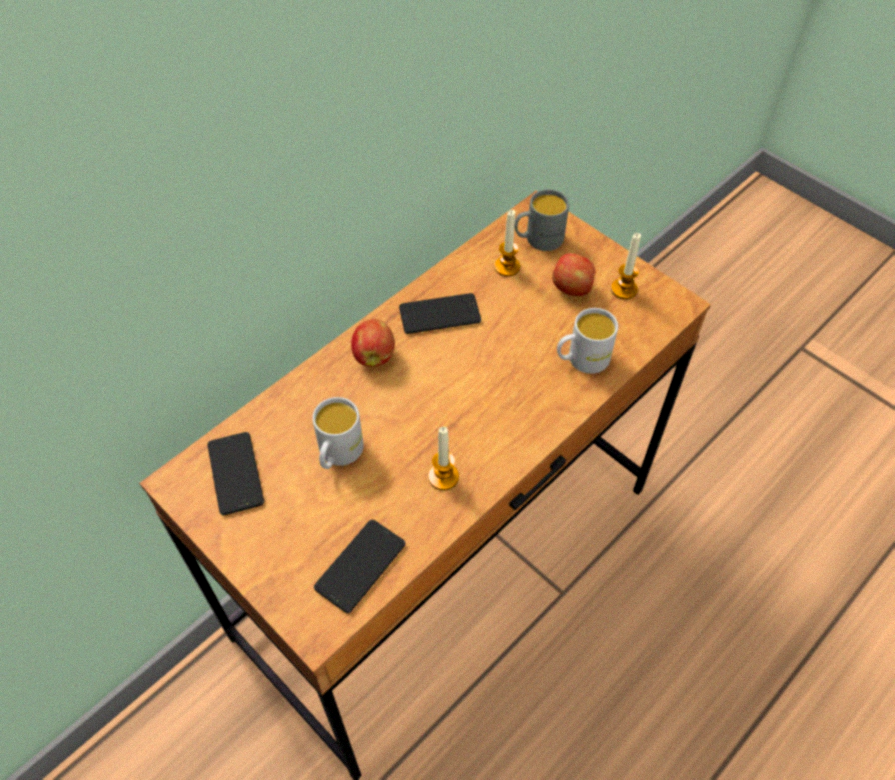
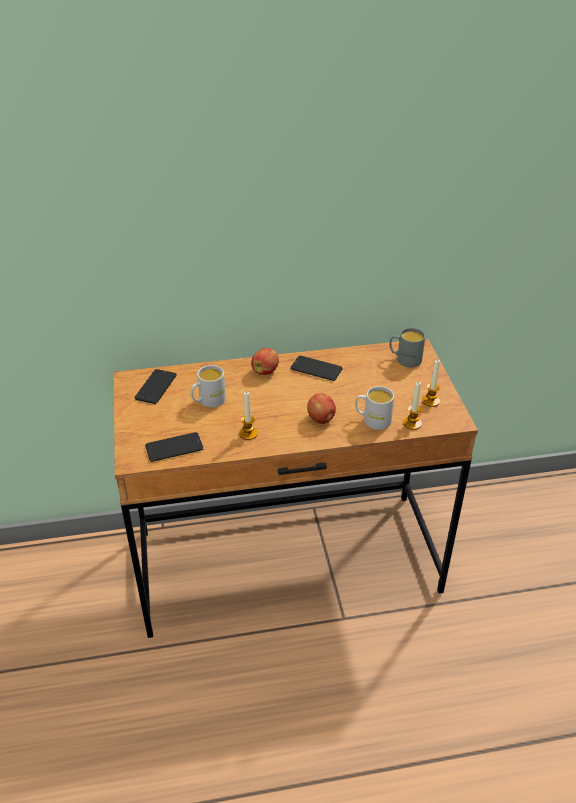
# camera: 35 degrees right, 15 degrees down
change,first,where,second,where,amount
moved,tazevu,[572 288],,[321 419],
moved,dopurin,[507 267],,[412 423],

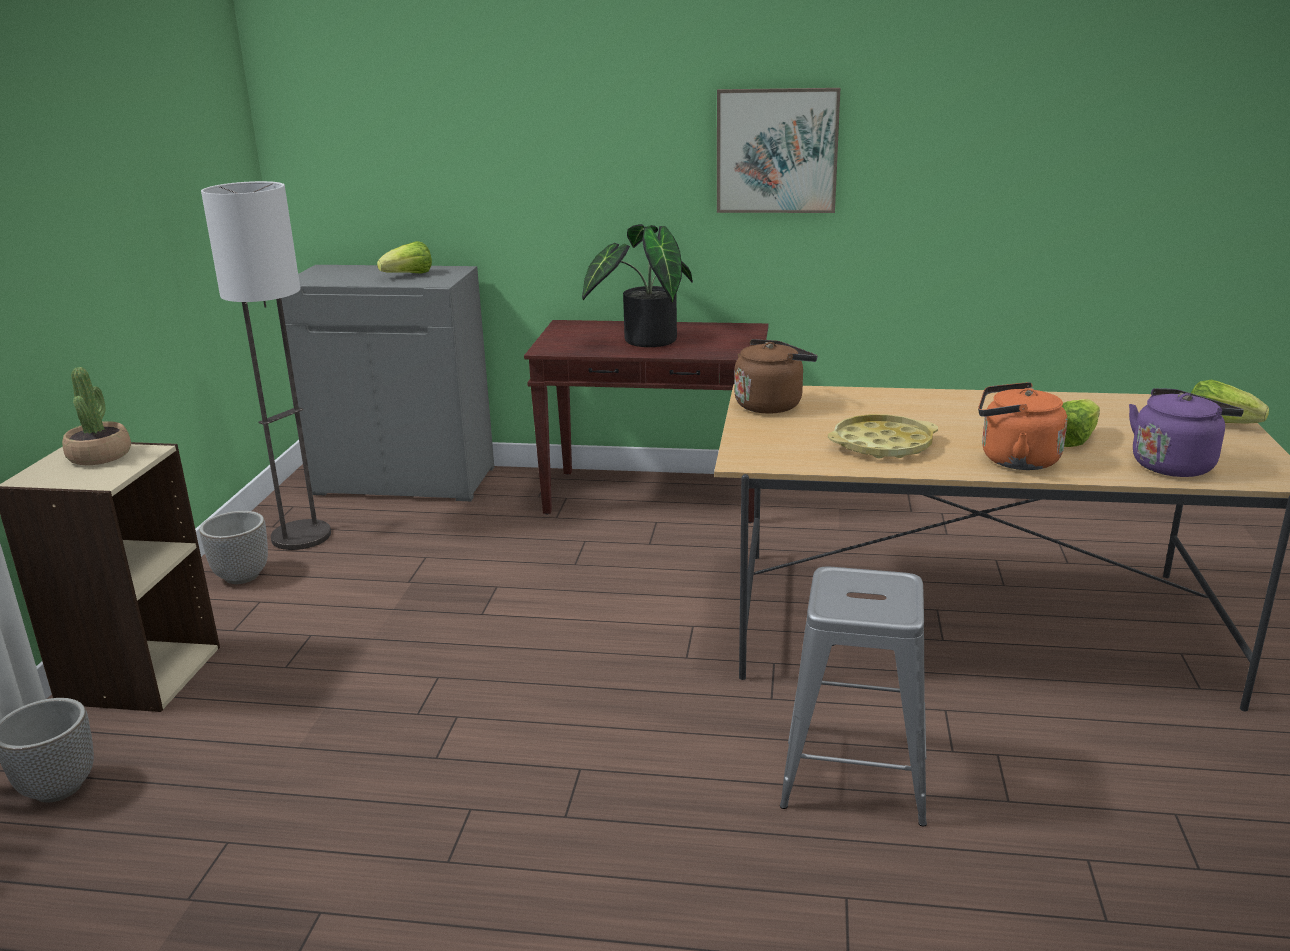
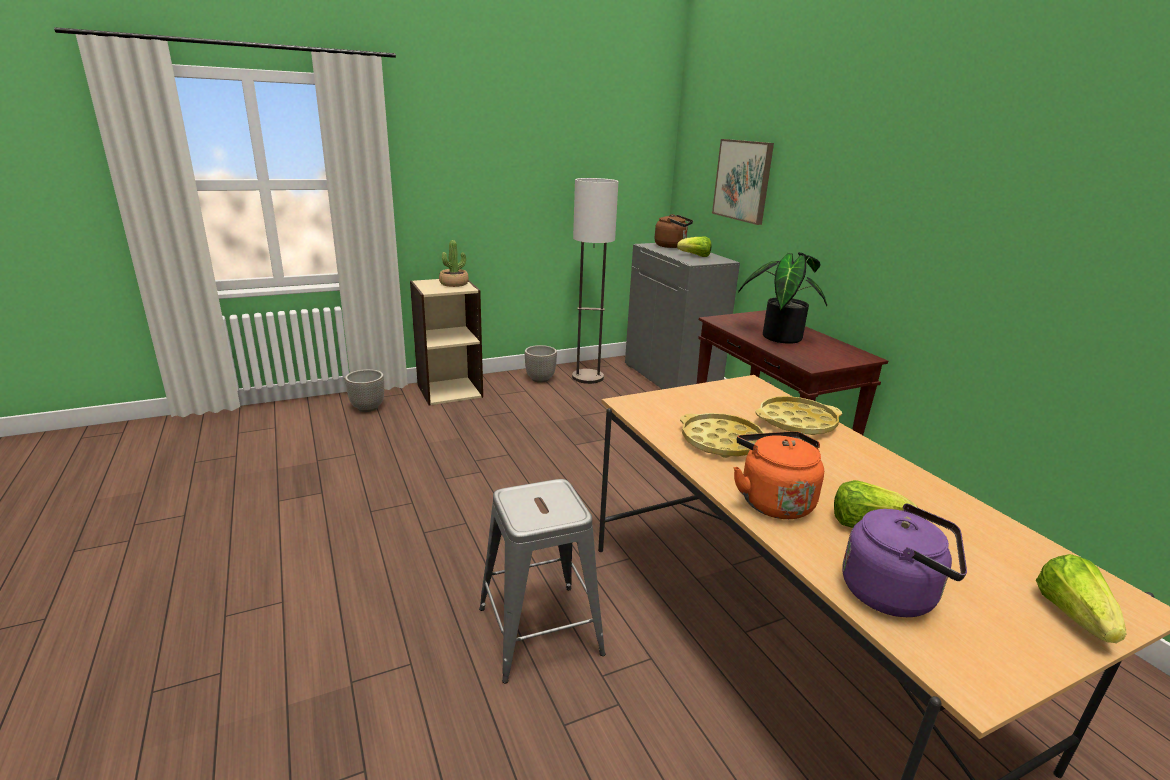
# camera: 55 degrees right, 0 degrees up
change,first,where,second,where,amount
moved,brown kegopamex,[771 404],,[672 246],
moved,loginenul,[777 151],,[743 180],
added,,,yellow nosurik,[796 422],

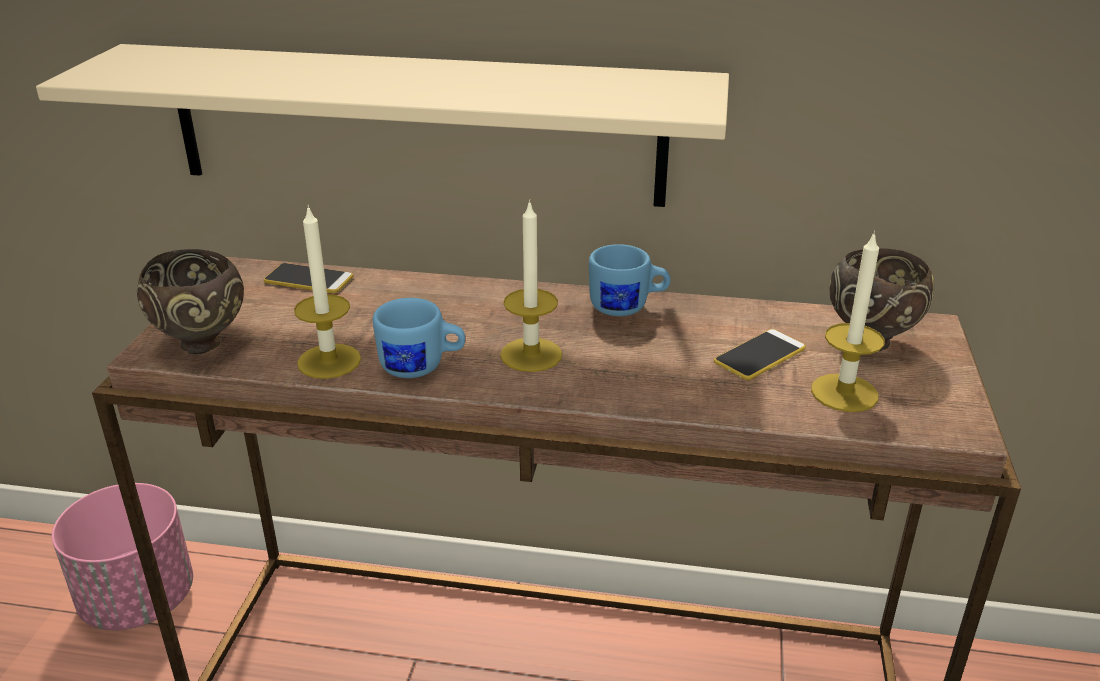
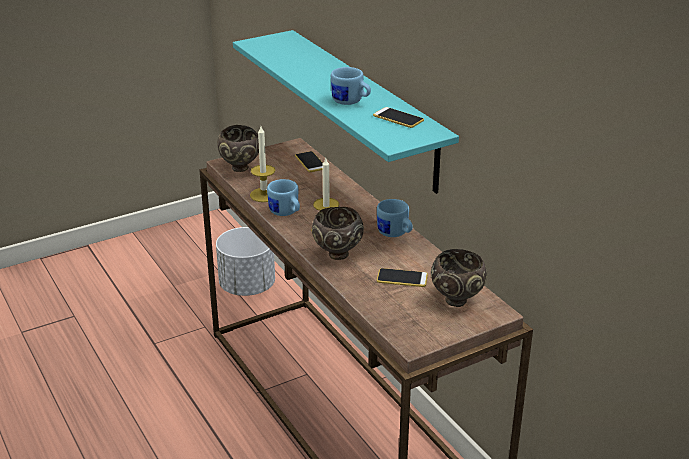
# camera: 50 degrees right, 0 degrees up
change,first,where,second,where,amount
recoloured,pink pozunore,[139 600],white pozunore,[247 287],
recoloured,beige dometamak,[416 125],turquoise dometamak,[365 108],
added,,,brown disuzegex,[337 255],
added,,,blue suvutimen,[351 102],
added,,,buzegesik,[398 118],
removed,dopurin,[844 393],,,

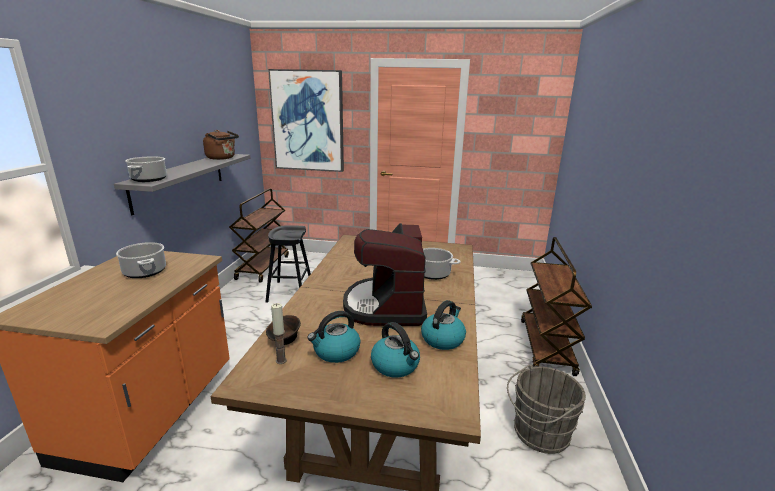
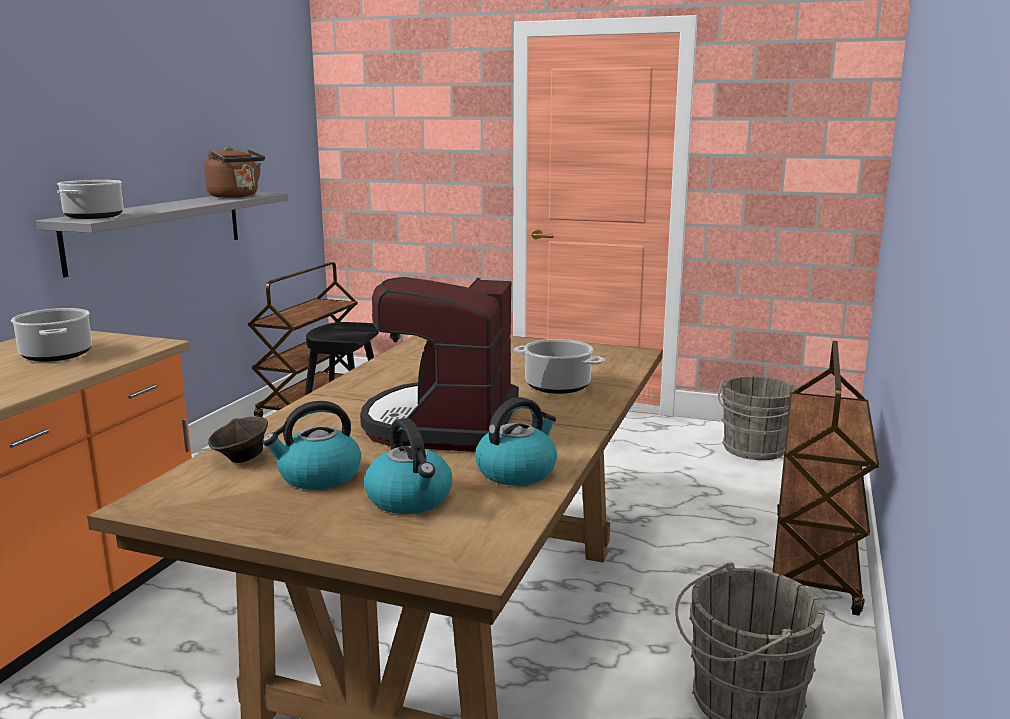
# camera: 10 degrees right, 5 degrees down
change,first,where,second,where,amount
added,,,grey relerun,[753 450],
removed,loginenul,[308 121],,,
removed,dopurin,[281 360],,,

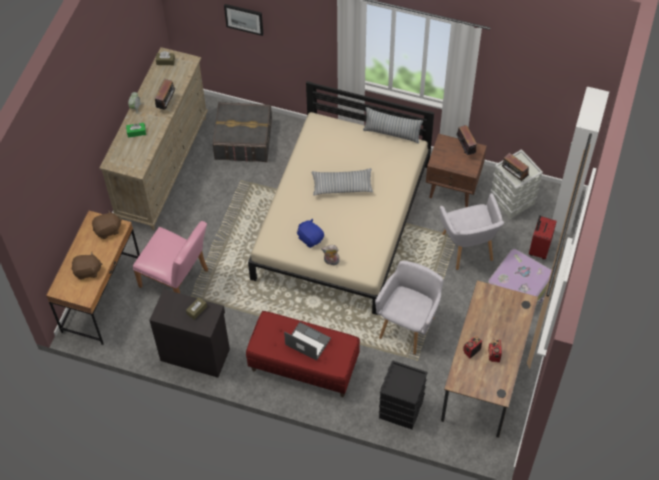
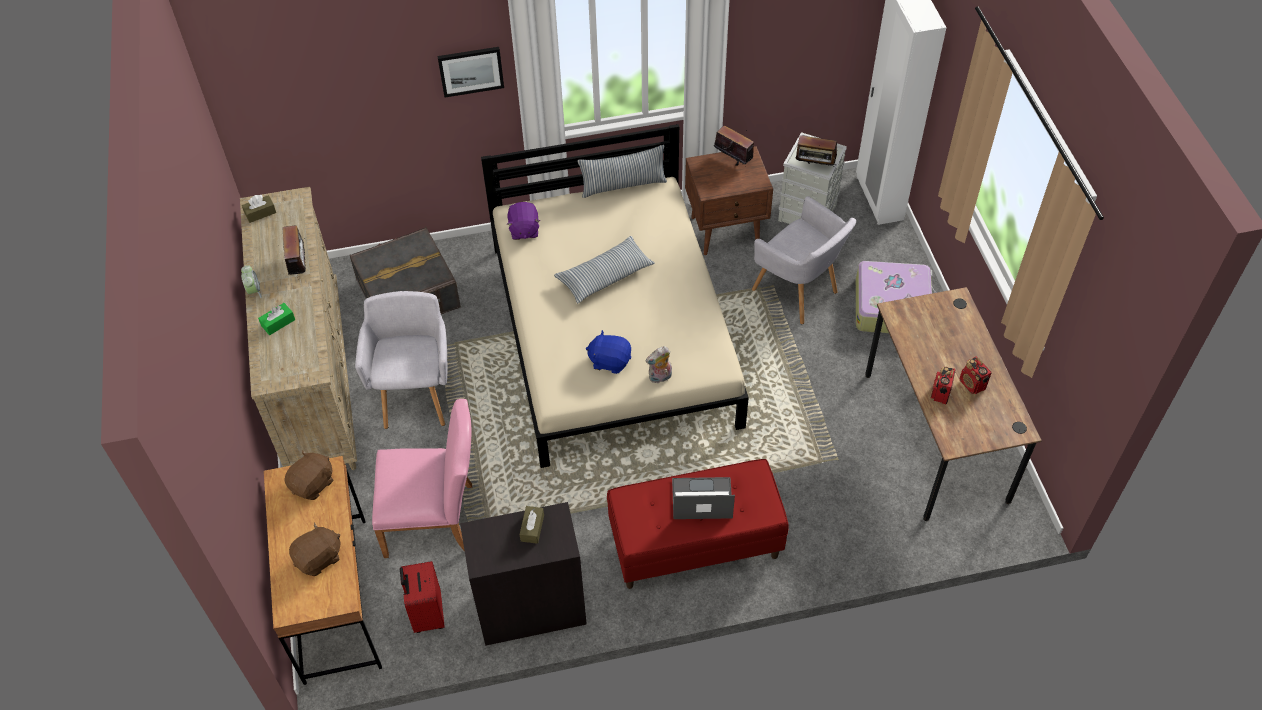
# camera: 30 degrees left, 5 degrees down
change,first,where,second,where,amount
moved,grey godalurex,[408 325],,[416 394],
moved,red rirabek,[538 249],,[427 614],
moved,loginenul,[244 19],,[471 71],
added,,,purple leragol,[524 230],
removed,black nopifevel,[400 409],,,

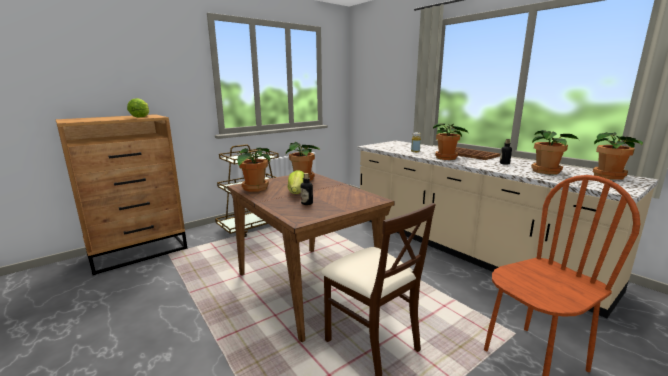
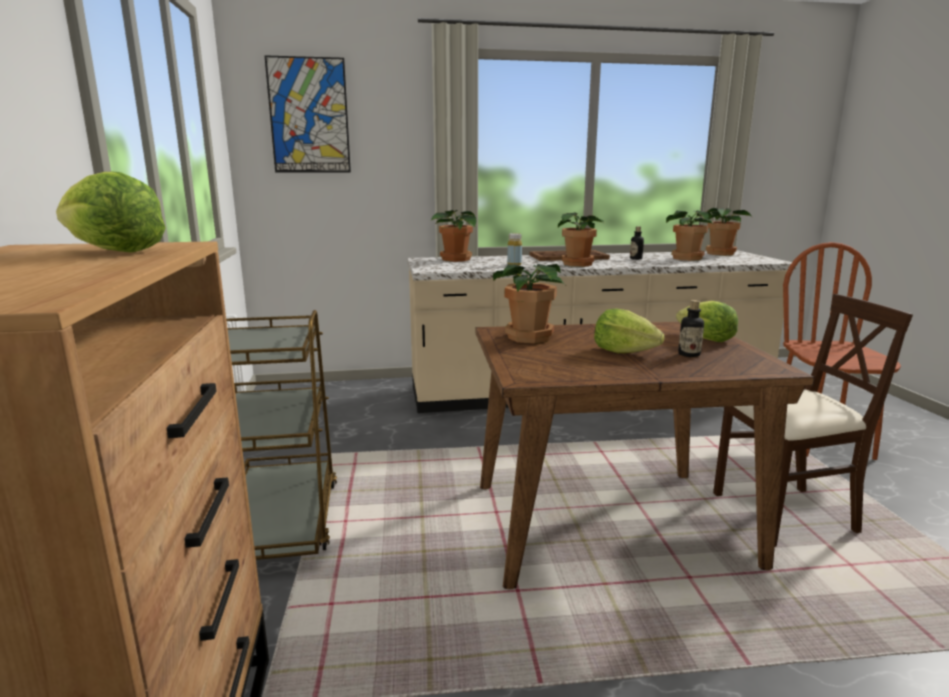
# camera: 60 degrees left, 0 degrees up
change,first,where,second,where,amount
added,,,loginenul,[309 116],
moved,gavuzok,[254 188],,[456 259],
added,,,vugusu,[705 339],

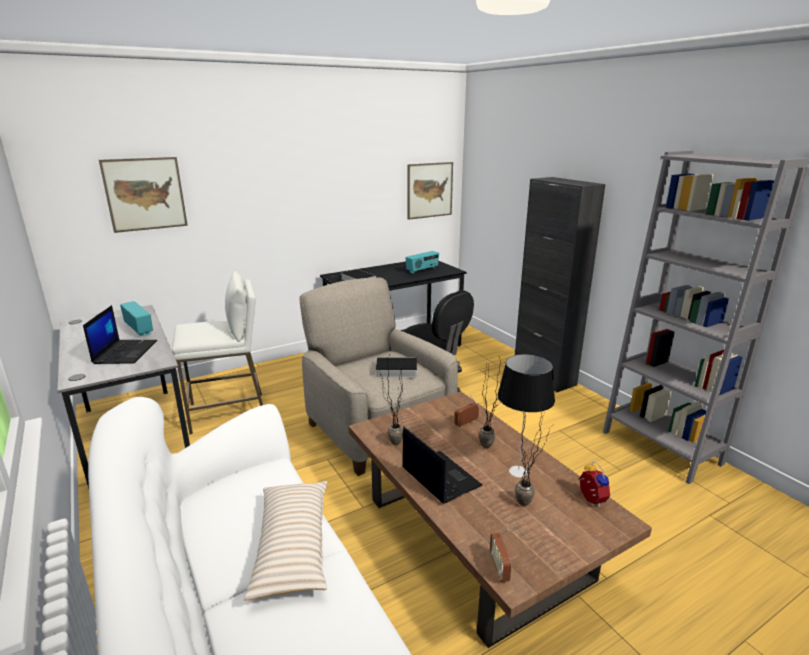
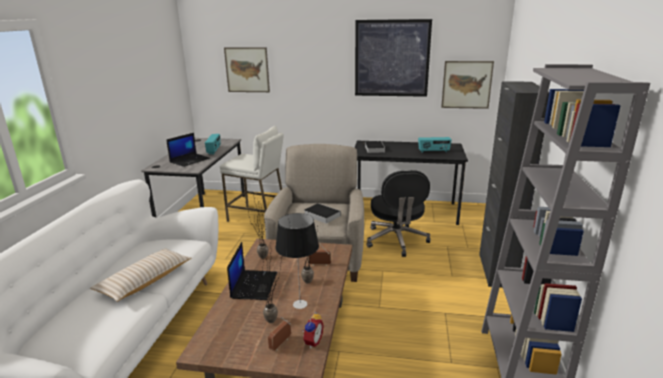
# camera: 40 degrees right, 0 degrees up
change,first,where,second,where,amount
moved,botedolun,[499 568],,[280 344],
added,,,loginenul,[392 58],

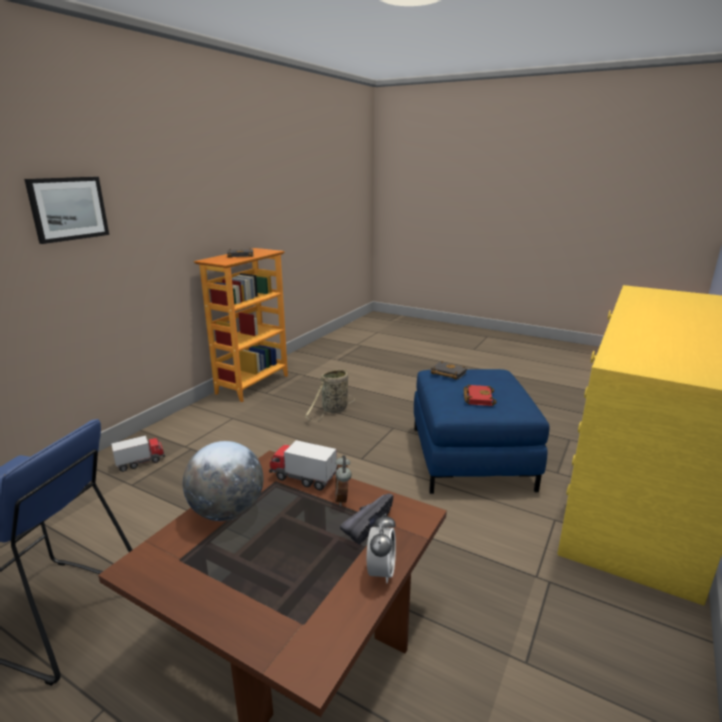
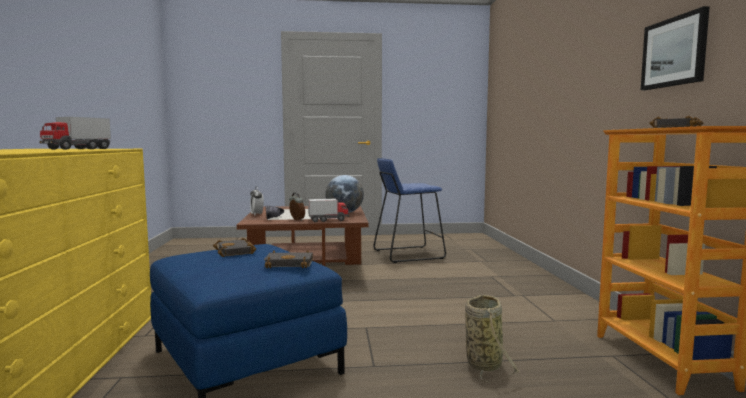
# camera: 145 degrees right, 15 degrees down
change,first,where,second,where,amount
moved,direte,[140 462],,[77 149],
recoloured,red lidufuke,[477 398],black lidufuke,[236 252],
moved,loginenul,[68 208],,[674 52],

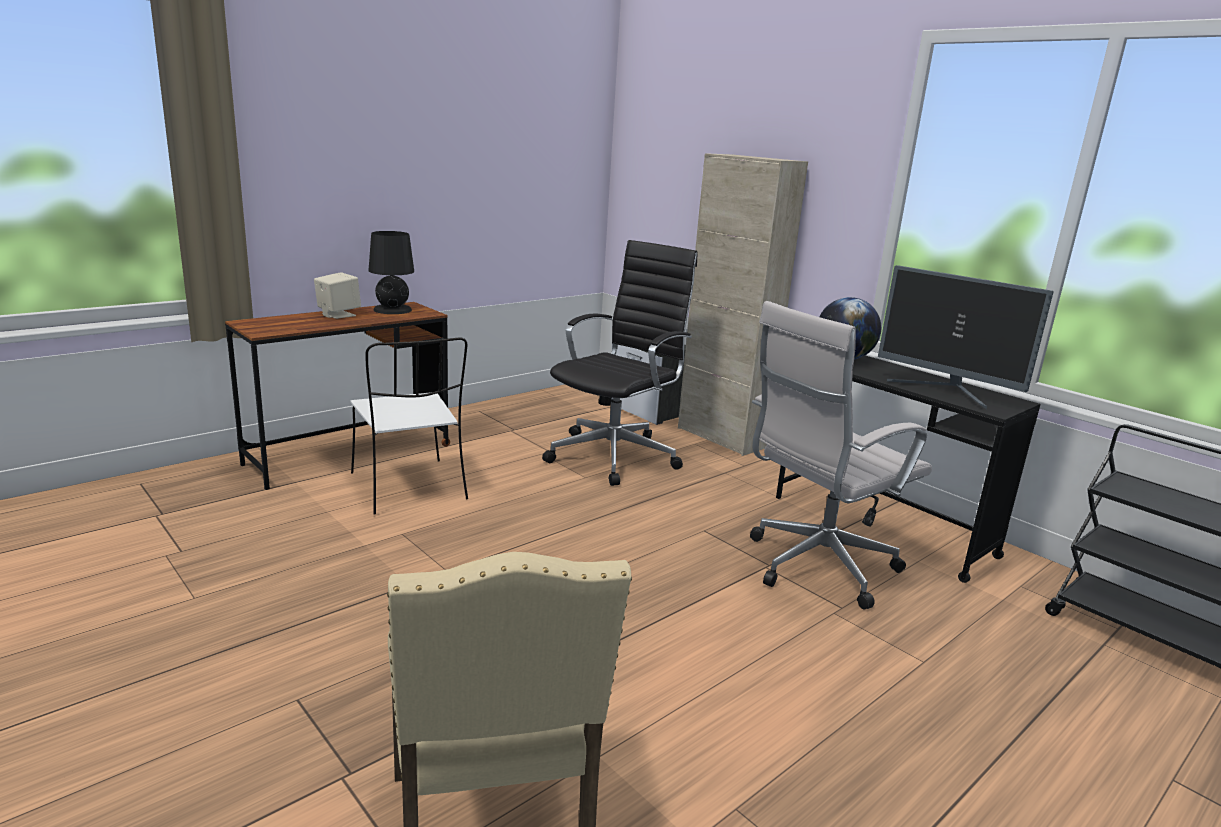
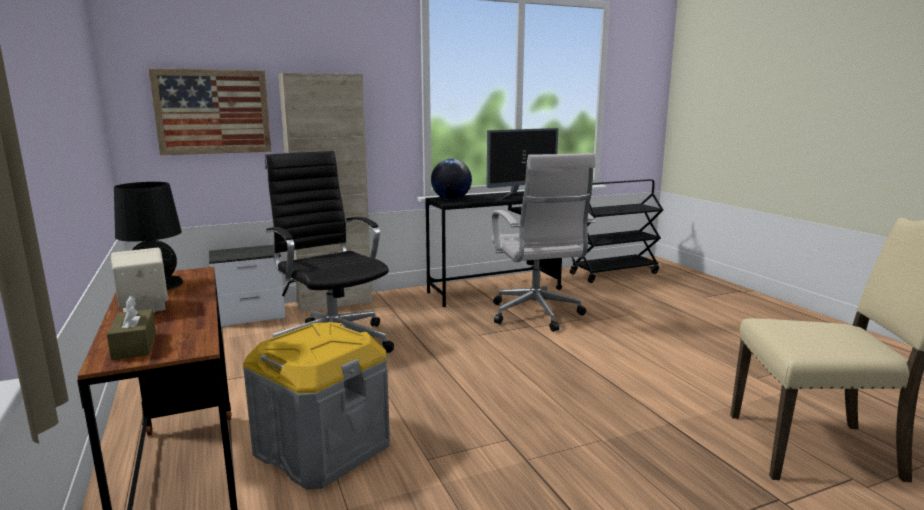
# camera: 70 degrees left, 5 degrees down
change,first,where,second,where,amount
added,,,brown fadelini,[134 345],
added,,,loginenul,[213 112],
replaced,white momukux,[409 488],grey nopifevel,[323 448],

